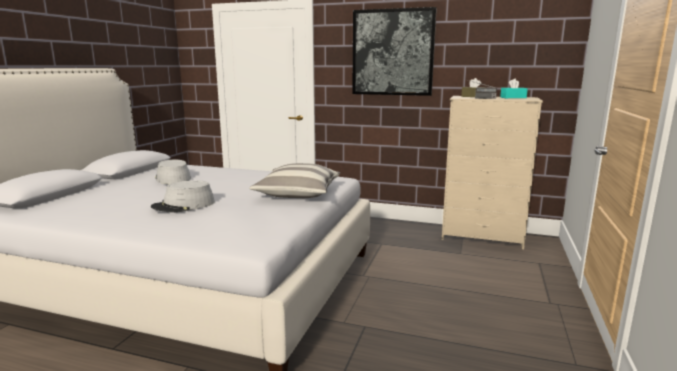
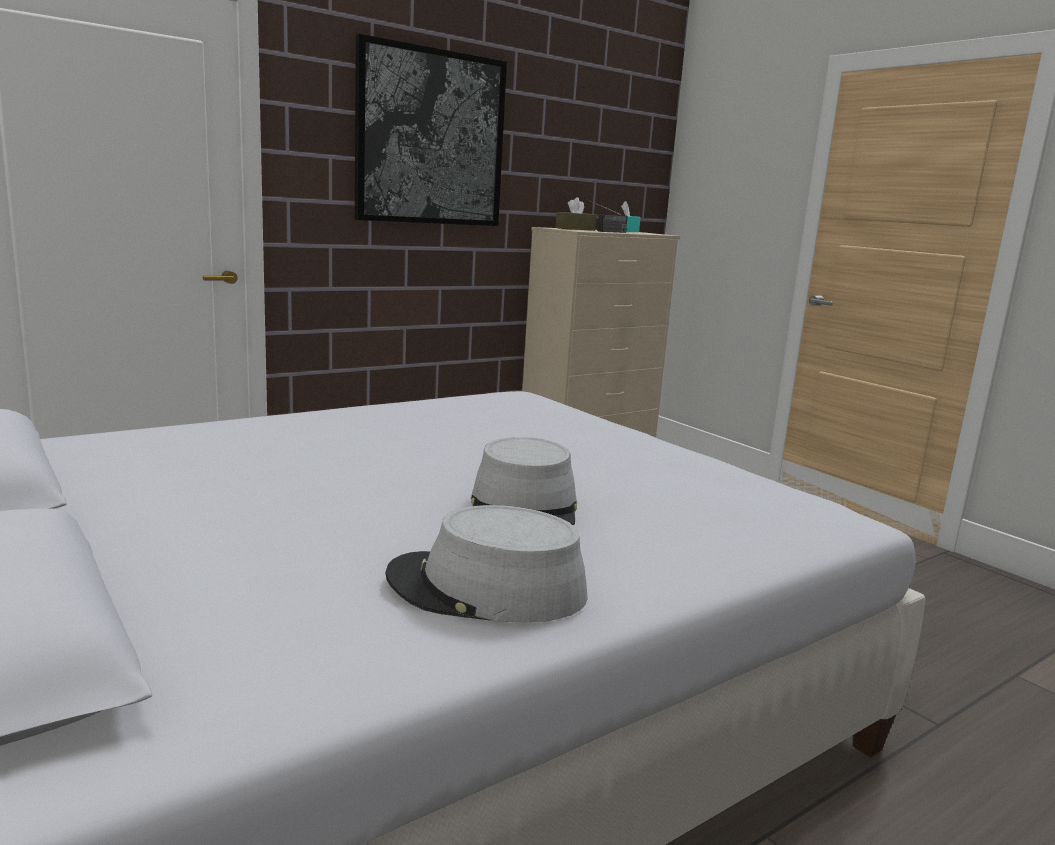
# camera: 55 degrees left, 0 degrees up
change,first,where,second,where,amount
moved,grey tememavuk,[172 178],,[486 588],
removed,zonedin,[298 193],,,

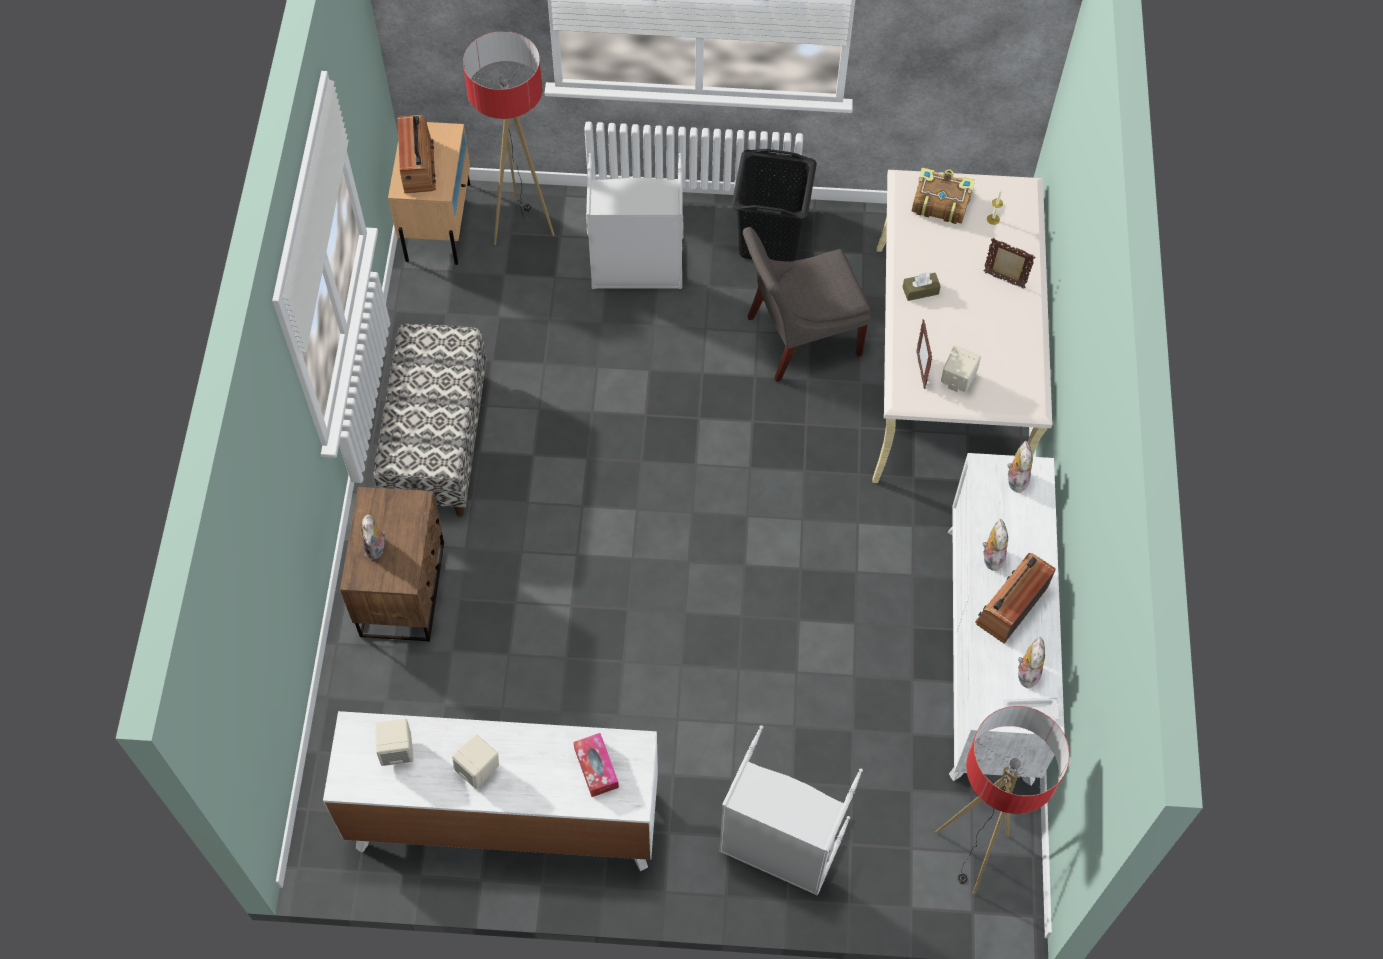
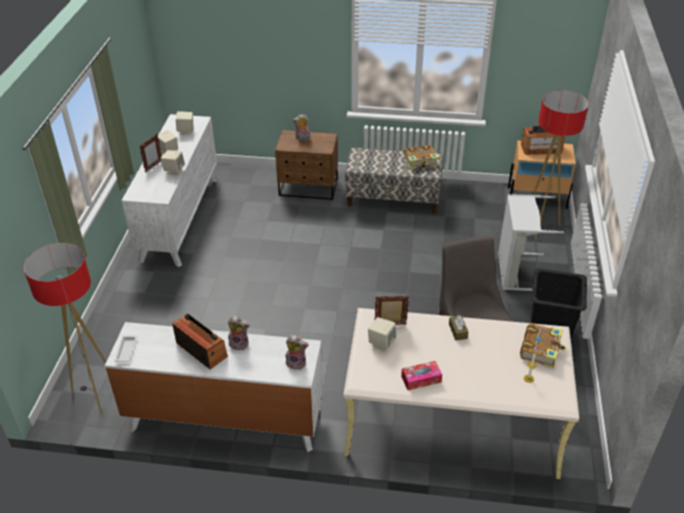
# camera: 95 degrees right, 20 degrees down
change,first,where,second,where,amount
moved,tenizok,[1004 280],,[153 166],
added,,,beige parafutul,[174 171],
moved,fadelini,[596 768],,[421 379],
added,,,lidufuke,[421 161],
removed,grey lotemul,[779 847],,,
removed,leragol,[1027 672],,,

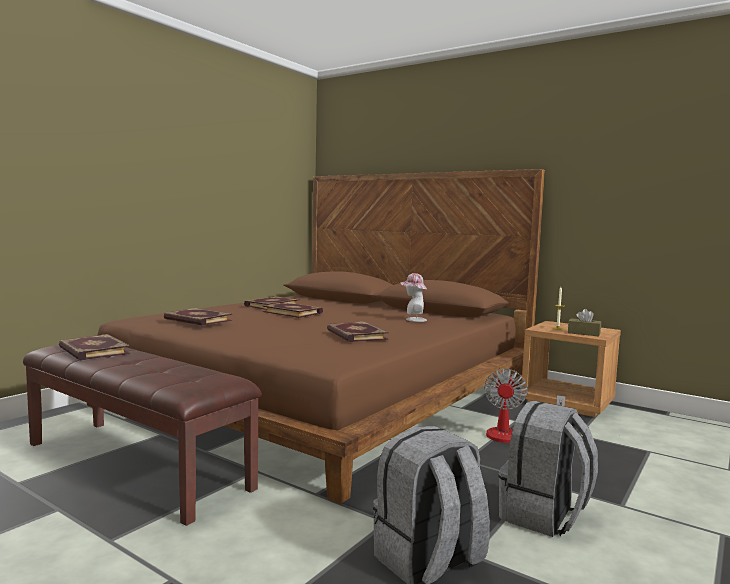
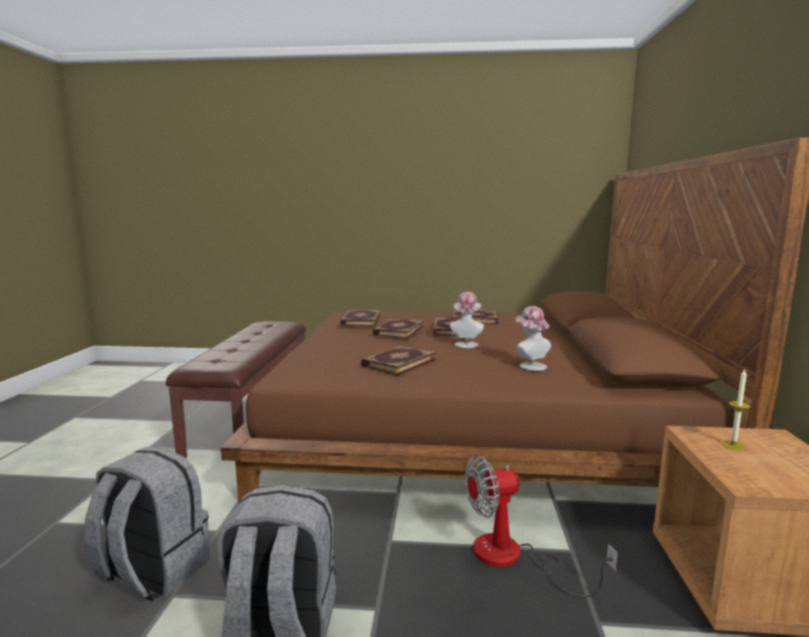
# camera: 60 degrees right, 5 degrees up
change,first,where,second,where,amount
moved,lidufuke,[92 351],,[398 330],
added,,,tememavuk,[466 344],
removed,brown fadelini,[583 333],,,

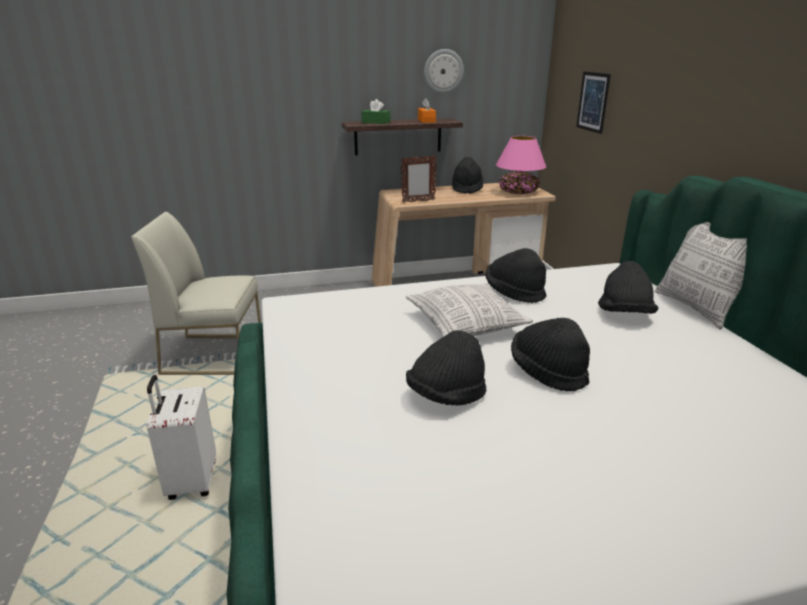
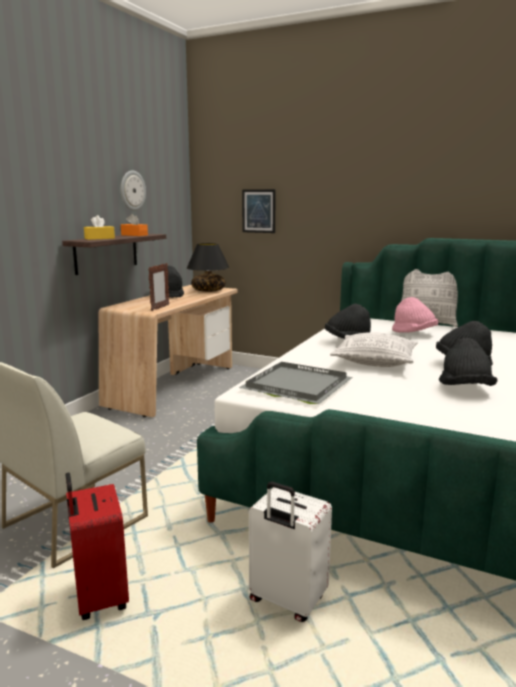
# camera: 50 degrees left, 10 degrees down
change,first,where,second,where,amount
added,,,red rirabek,[99 597],
recoloured,green fadelini,[376 122],yellow fadelini,[99 238],
recoloured,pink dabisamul,[518 192],black dabisamul,[208 290],
added,,,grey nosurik,[297 387],
recoloured,black tememavuk,[624 314],pink tememavuk,[414 333],

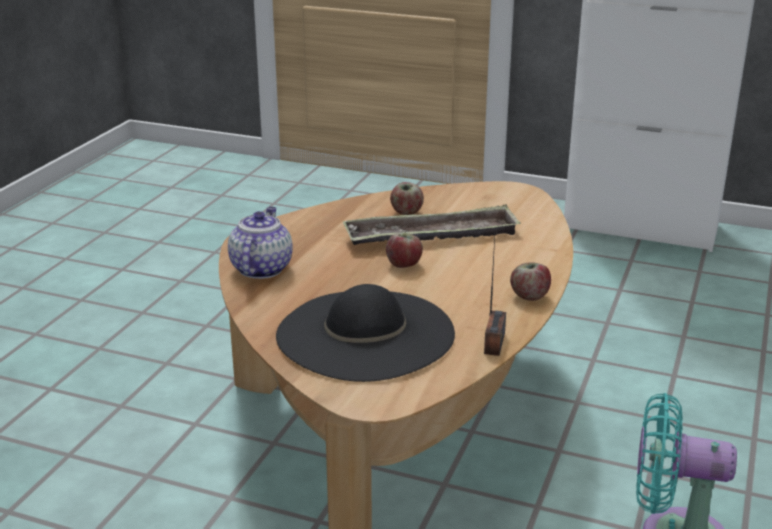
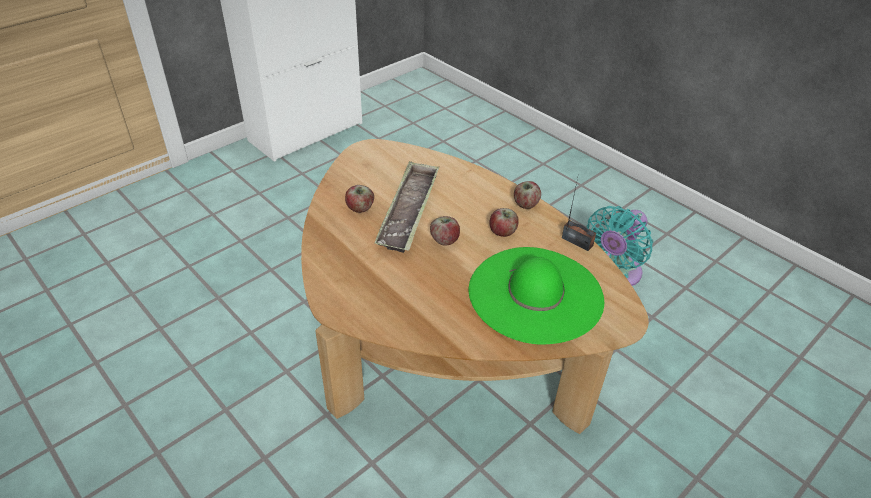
# camera: 65 degrees left, 15 degrees up
change,first,where,second,where,amount
recoloured,black tememavuk,[365 334],green tememavuk,[535 294],
added,,,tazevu,[502 232],
removed,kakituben,[261 268],,,

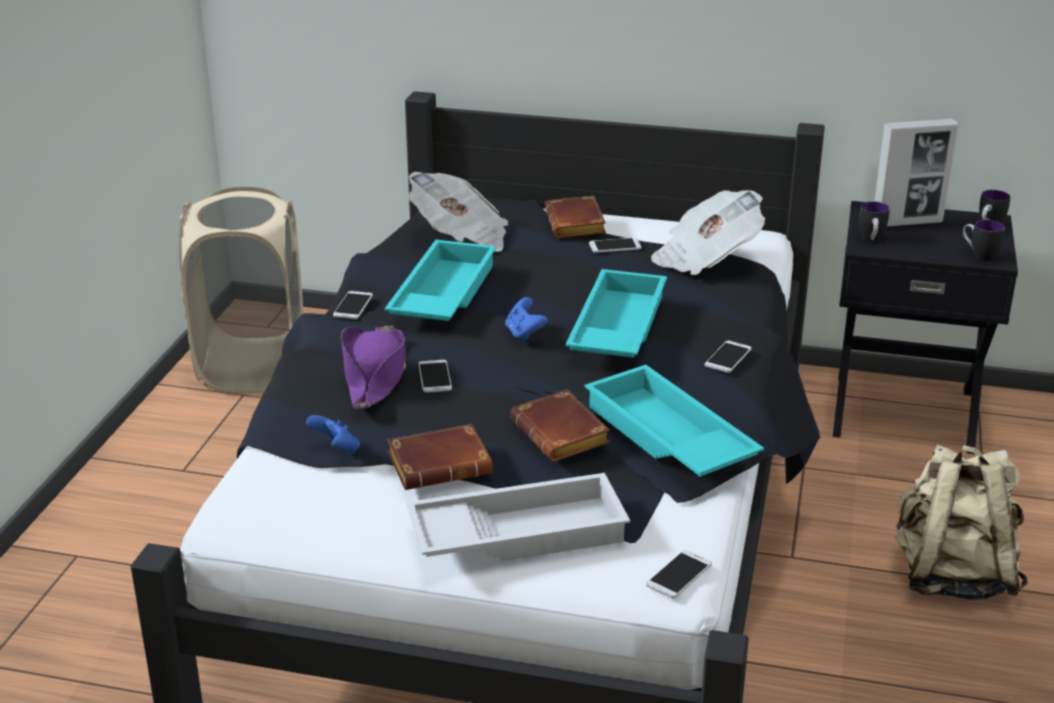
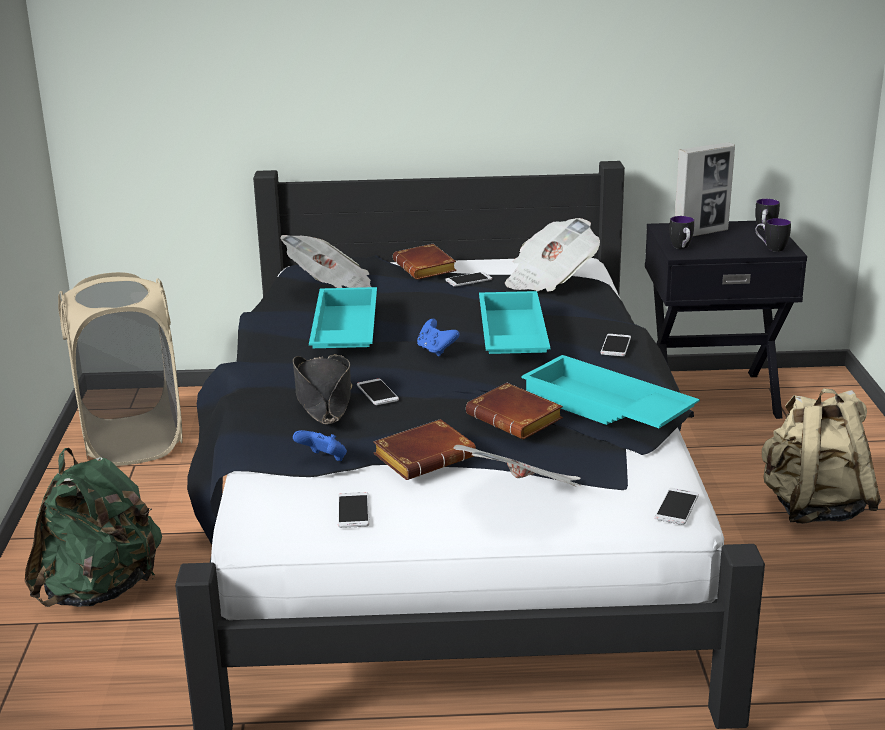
# camera: 15 degrees left, 5 degrees down
change,first,where,second,where,amount
added,,,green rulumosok,[100 590],
recoloured,purple tememavuk,[374 376],black tememavuk,[323 399],
moved,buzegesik,[353 305],,[353 510],
replaced,white nosurik,[518 532],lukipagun,[523 497],

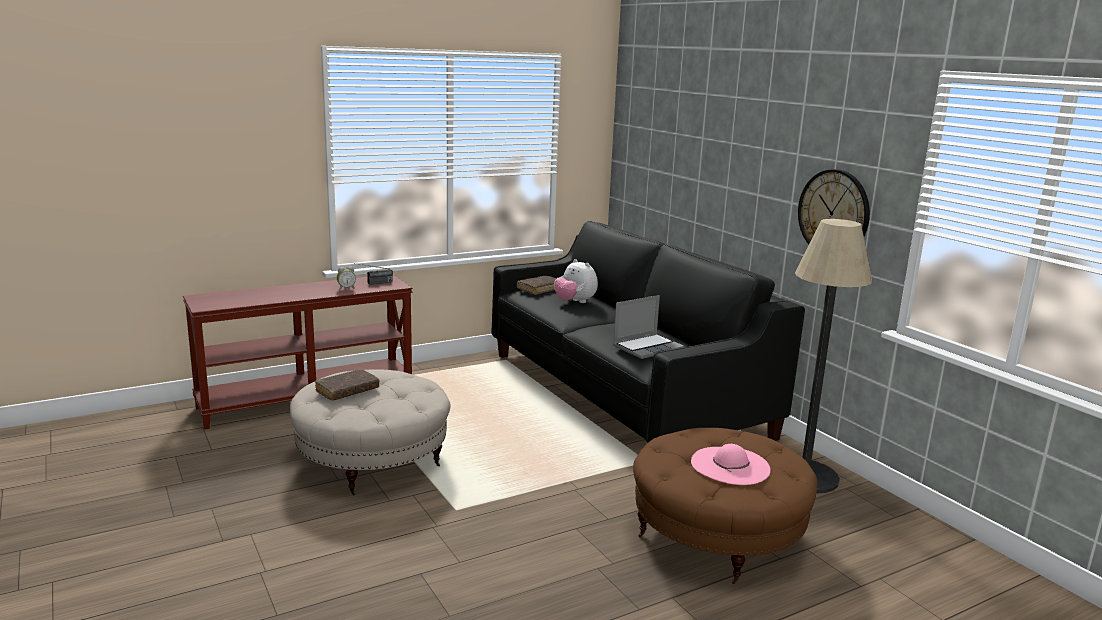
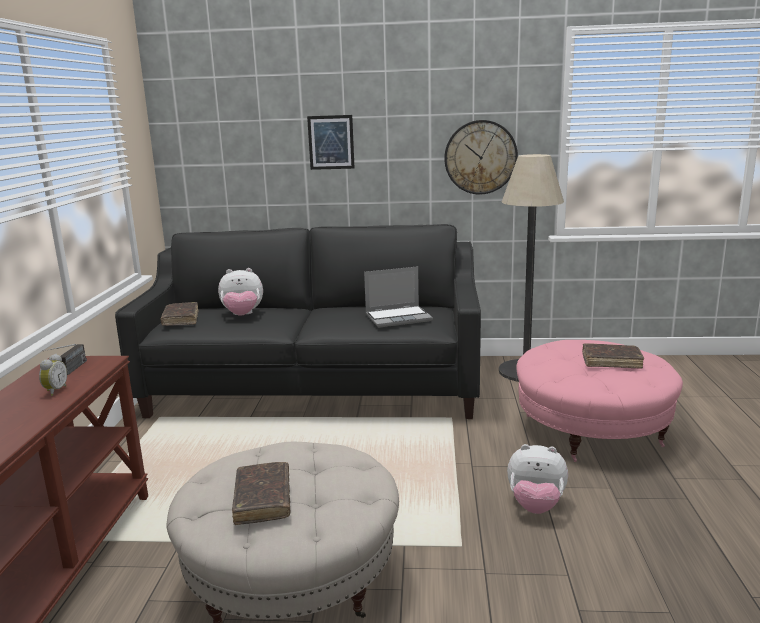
# camera: 55 degrees left, 0 degrees up
change,first,where,second,where,amount
added,,,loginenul,[331 142],
turned,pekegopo,[648 347],,[399 317],75 degrees clockwise
added,,,leragol,[535 506],
recoloured,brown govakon,[716 536],pink govakon,[592 430],
replaced,pink tememavuk,[730 465],brown lidufuke,[611 361],

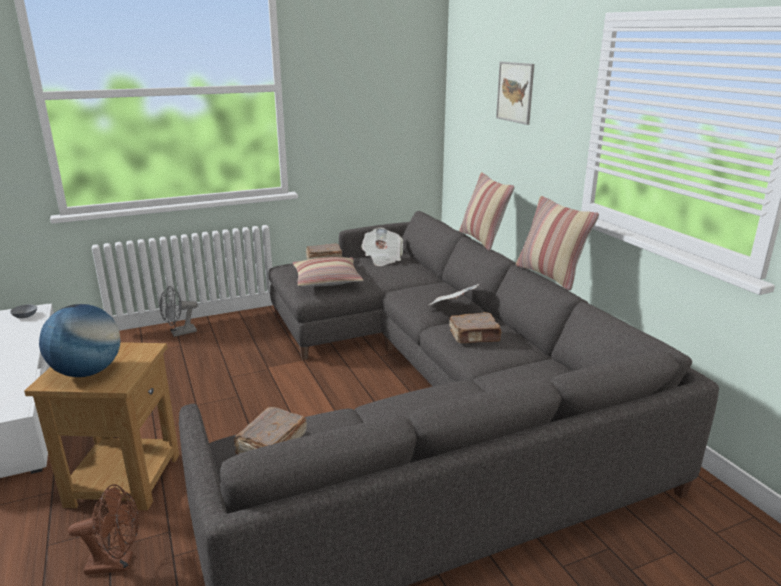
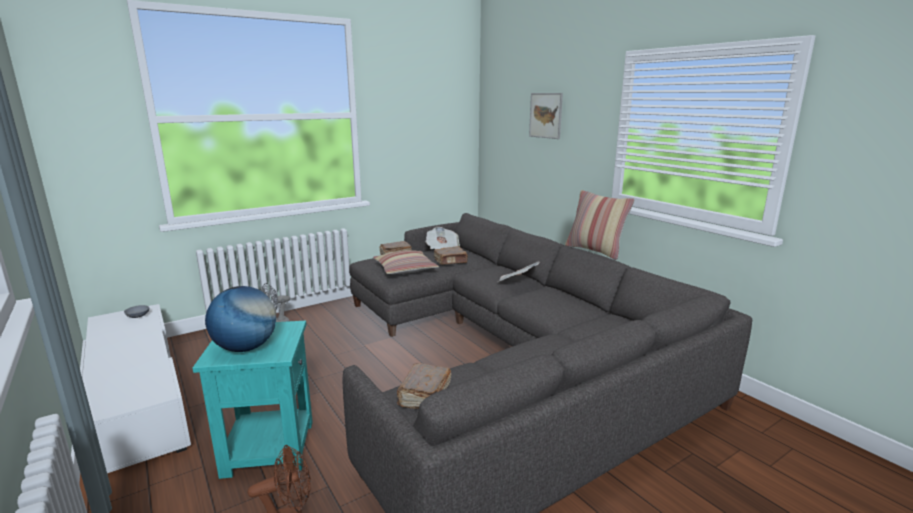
# camera: 10 degrees left, 5 degrees down
change,first,where,second,where,amount
recoloured,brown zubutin,[124 479],turquoise zubutin,[269 447],
moved,brown lidufuke,[475 337],,[451 261],
removed,zonedin,[482 240],,,

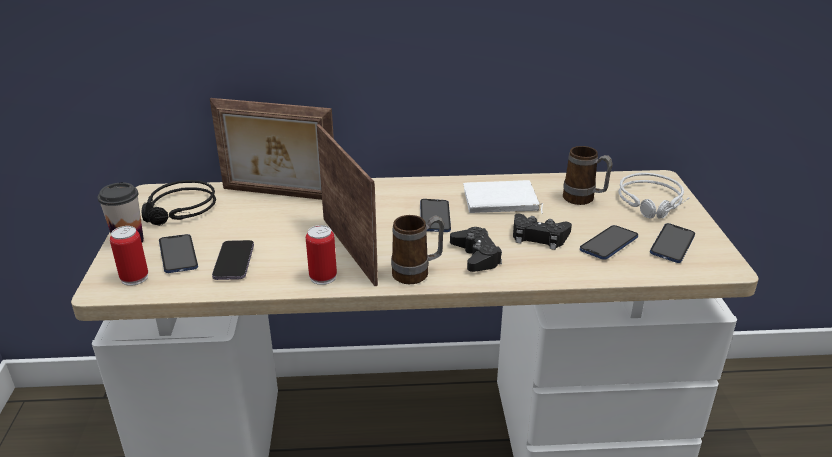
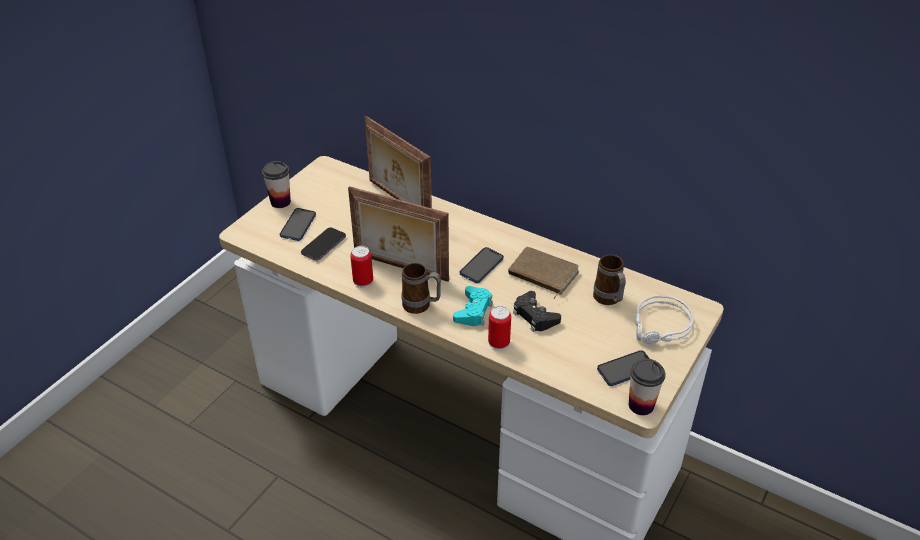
# camera: 35 degrees right, 10 degrees up
change,first,where,second,where,amount
turned,tenizok,[351 249],,[400 268],105 degrees clockwise
recoloured,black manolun,[476 256],turquoise manolun,[473 311],
moved,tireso,[134 278],,[499 343],
recoloured,white lidufuke,[500 203],brown lidufuke,[542 274],
added,,,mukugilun,[641 405],
removed,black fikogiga,[180 210],,,
removed,buzegesik,[608 244],,,

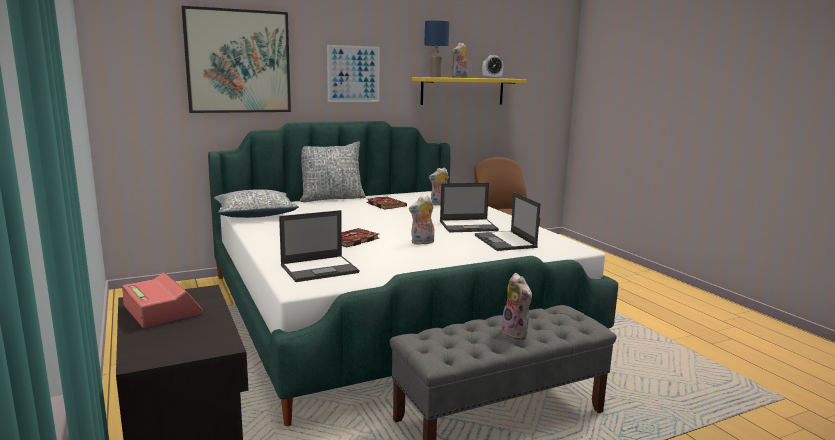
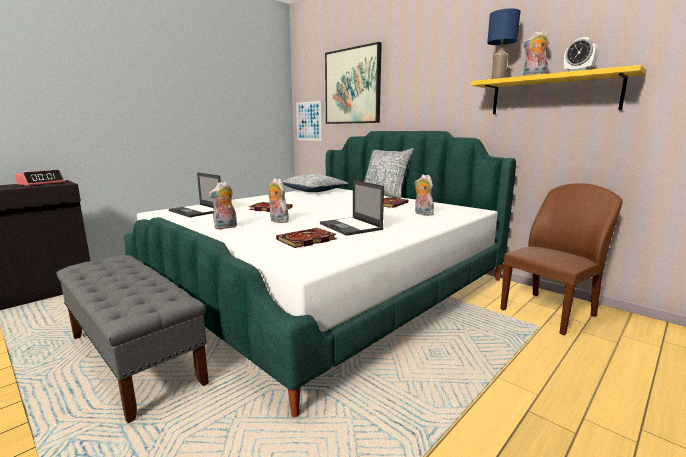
# camera: 70 degrees right, 0 degrees up
change,first,where,second,where,amount
moved,leragol,[516 333],,[225 227],
replaced,pekegopo,[505 241],lidufuke,[306 240],
moved,loginenul,[353 74],,[308 121],

